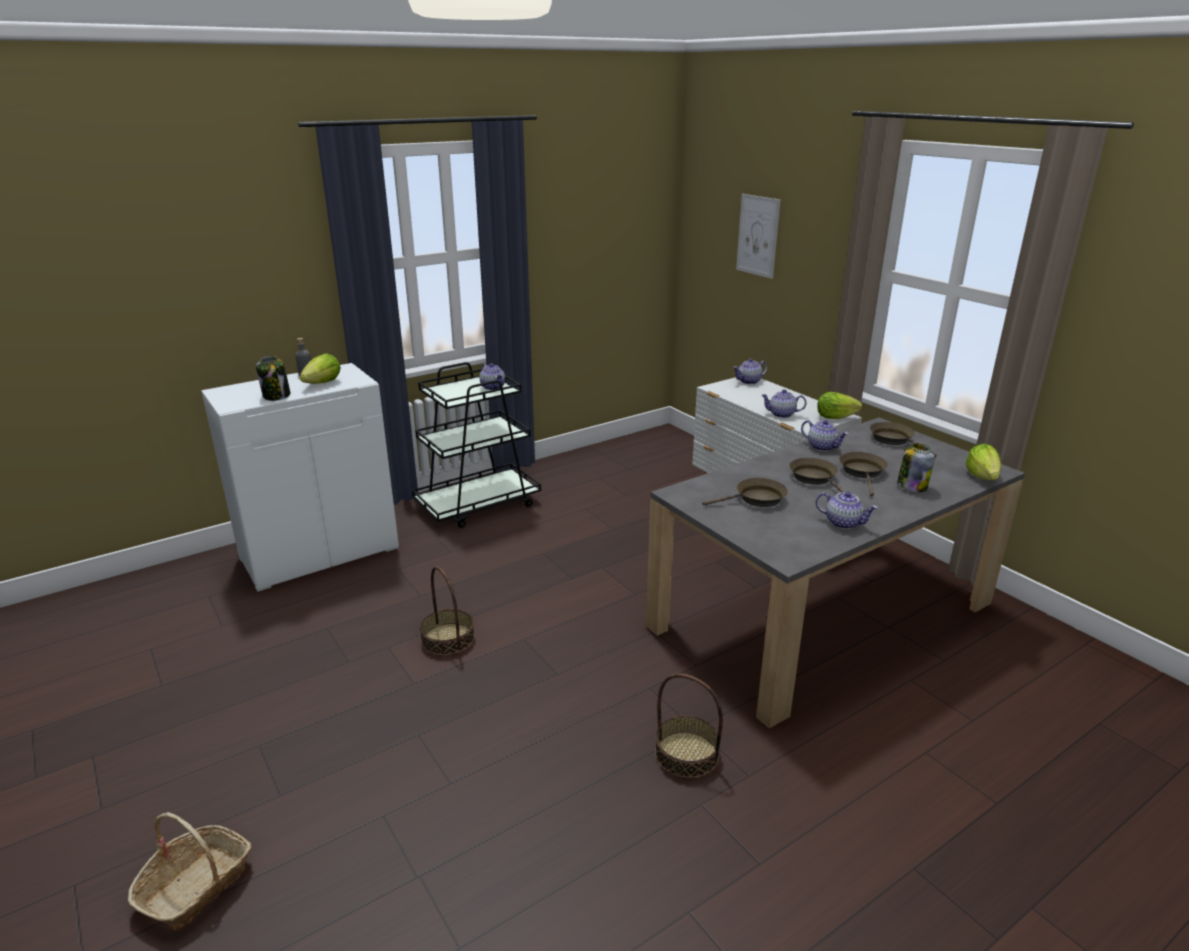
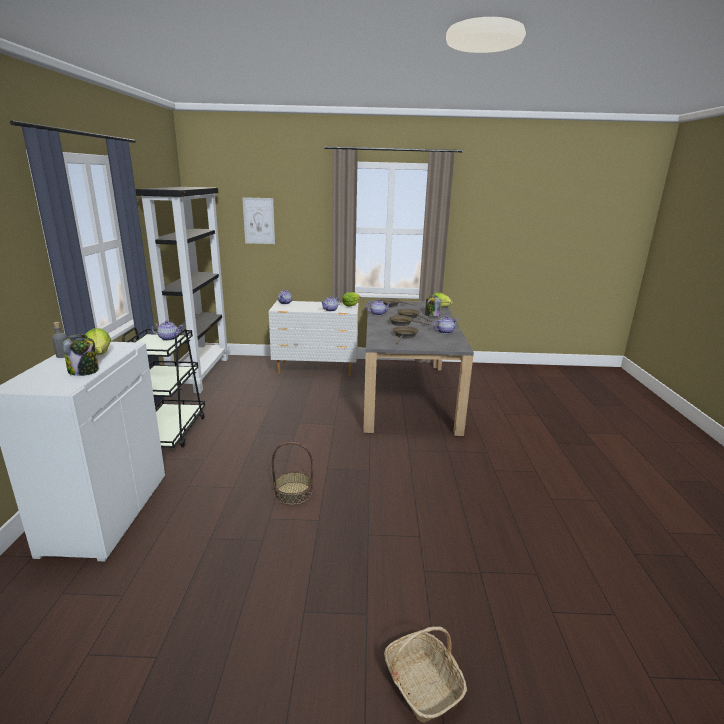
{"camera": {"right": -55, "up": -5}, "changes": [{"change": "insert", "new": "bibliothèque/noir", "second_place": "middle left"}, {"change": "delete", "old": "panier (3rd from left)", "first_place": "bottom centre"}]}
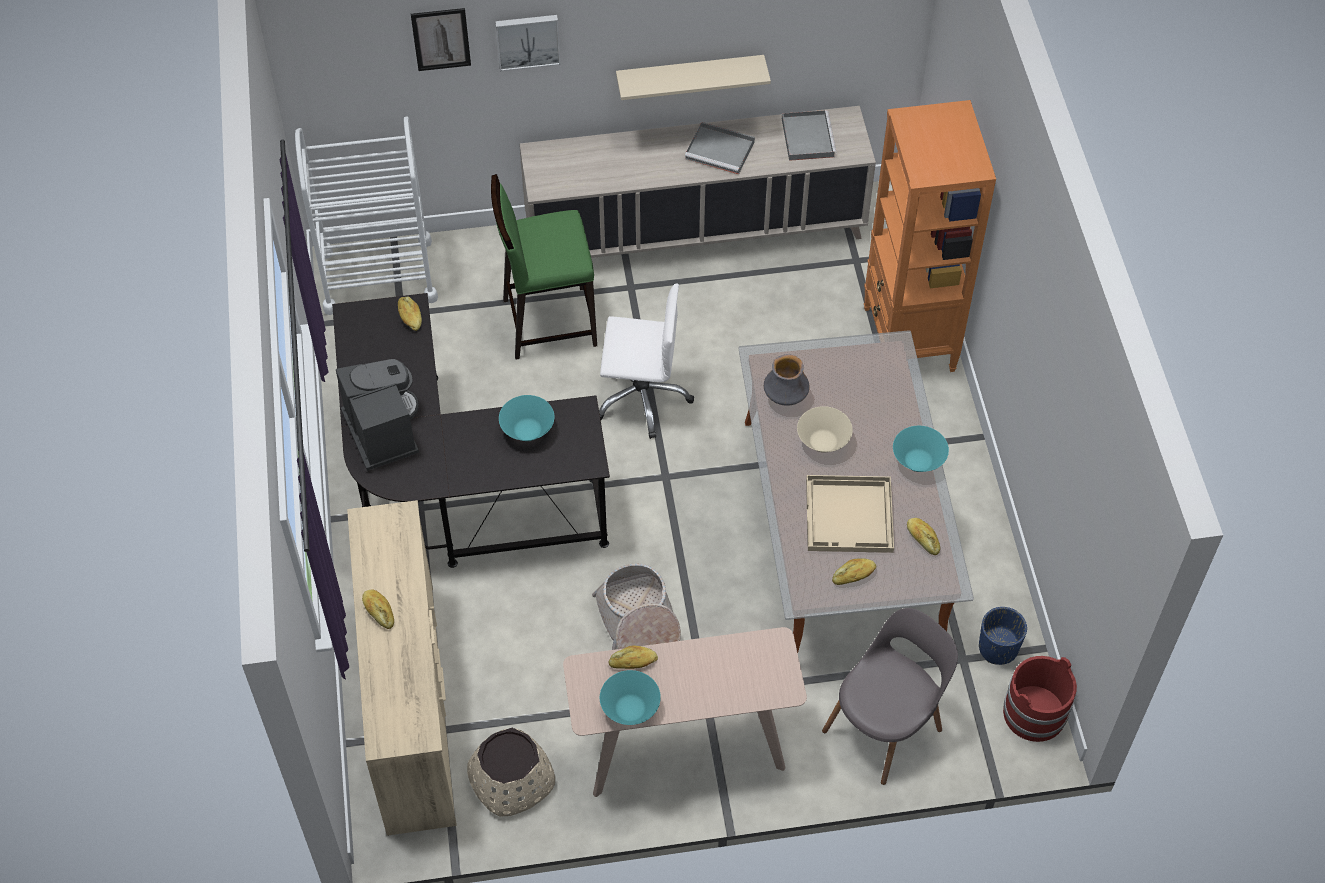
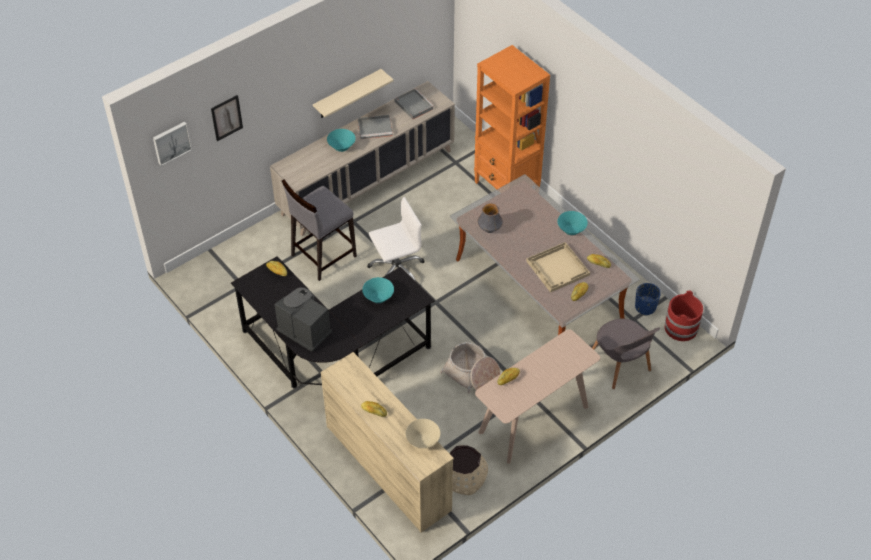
{"camera": {"right": -30, "up": -5}, "changes": [{"change": "move", "old": "tableau (2nd from left in the first image)", "new": "tableau (1st from left)", "first_place": "top centre", "second_place": "top left"}, {"change": "recolor", "old": "tabouret/vert", "new": "tabouret/gris", "first_place": "top centre", "second_place": "centre"}, {"change": "move", "old": "bol/turquoise (2nd from left in the first image)", "new": "bol/turquoise (1st from left)", "first_place": "bottom centre", "second_place": "top centre"}, {"change": "move", "old": "bol/beige", "first_place": "centre", "second_place": "bottom centre"}, {"change": "rotate", "old": "chaise/gris", "first_place": "bottom right", "second_place": "middle right", "degrees": 135}, {"change": "delete", "old": "chariot/blanc", "first_place": "top left"}]}
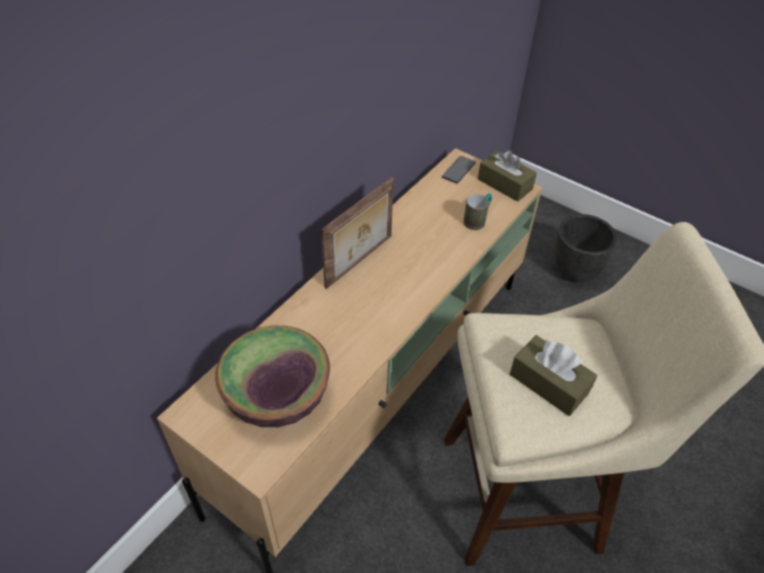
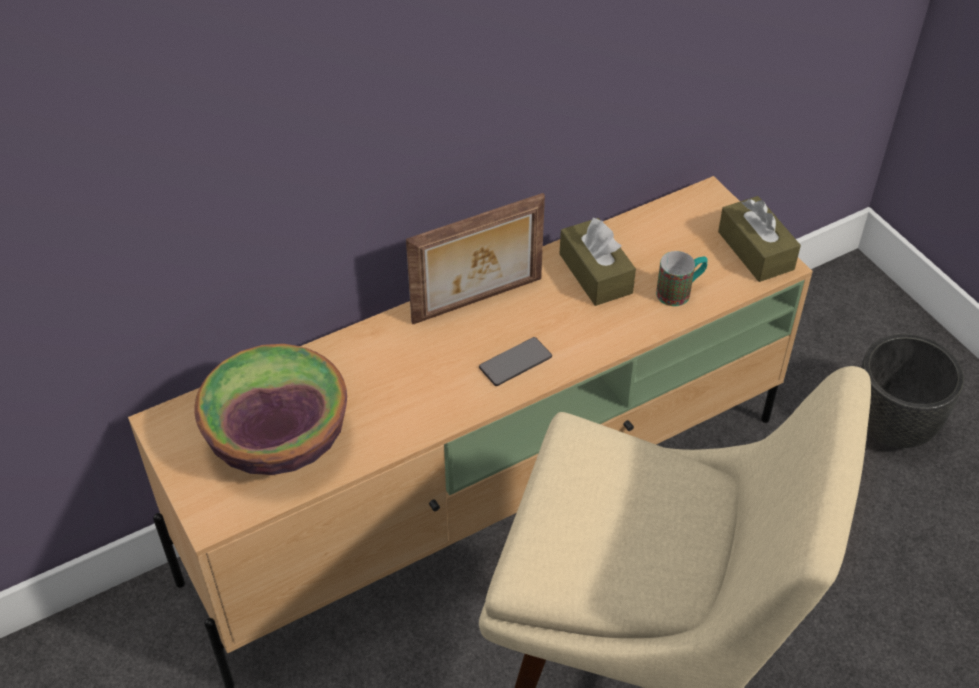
{"camera": {"right": 25, "up": 0}, "changes": [{"change": "move", "old": "téléphone", "first_place": "top centre", "second_place": "centre"}, {"change": "move", "old": "boîte à mouchoirs/marron (2nd from left in the first image)", "new": "boîte à mouchoirs/marron (1st from left)", "first_place": "middle right", "second_place": "centre"}]}
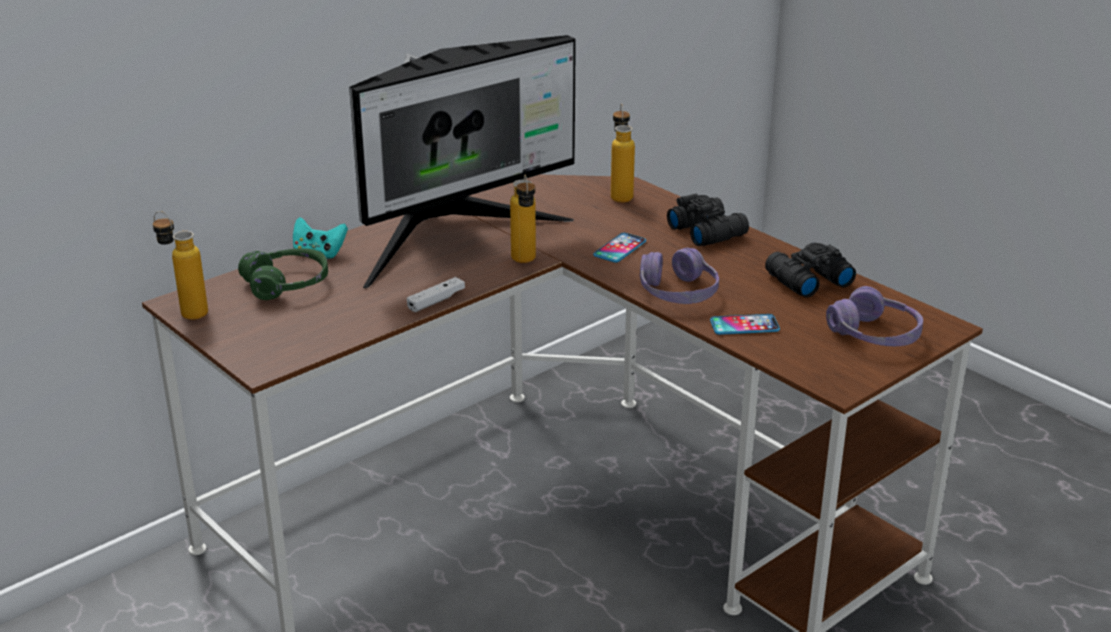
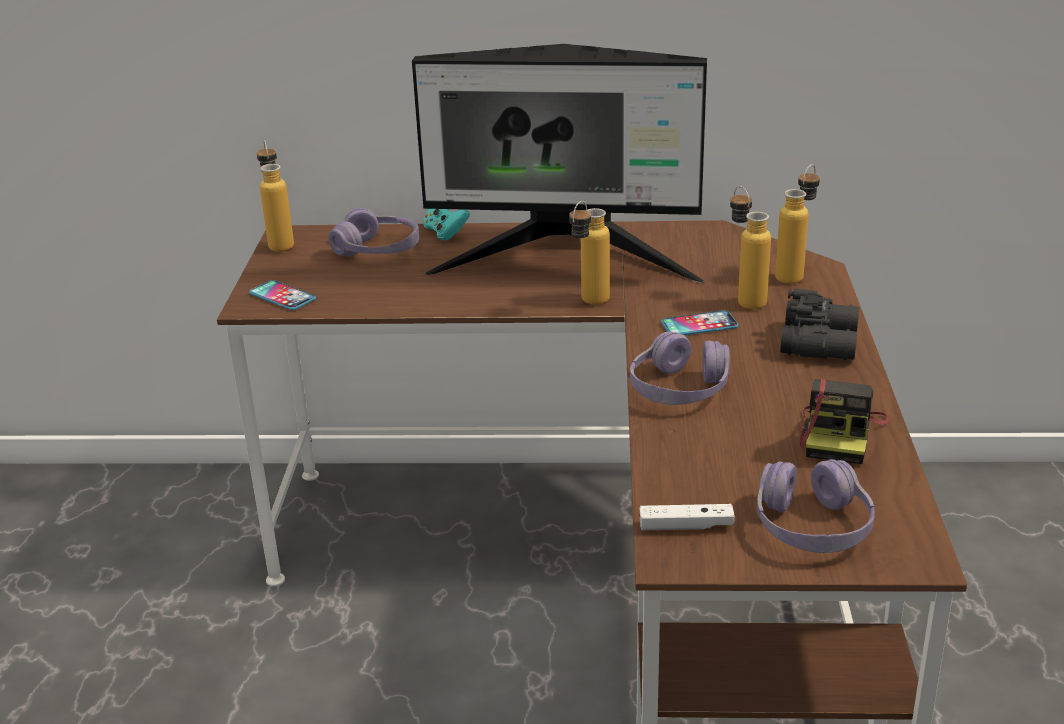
{"camera": {"right": 45, "up": 0}, "changes": [{"change": "move", "old": "téléphone (2nd from left in the first image)", "new": "téléphone (1st from left)", "first_place": "middle right", "second_place": "middle left"}, {"change": "recolor", "old": "casque audio/vert", "new": "casque audio/violet (1st from left)", "first_place": "middle left", "second_place": "top centre"}, {"change": "move", "old": "manette/blanc", "first_place": "centre", "second_place": "bottom centre"}, {"change": "insert", "new": "bouteille (3rd from left)", "second_place": "middle right"}, {"change": "replace", "old": "jumelles/noir (2nd from left)", "new": "appareil photo", "first_place": "middle right", "second_place": "middle right"}]}
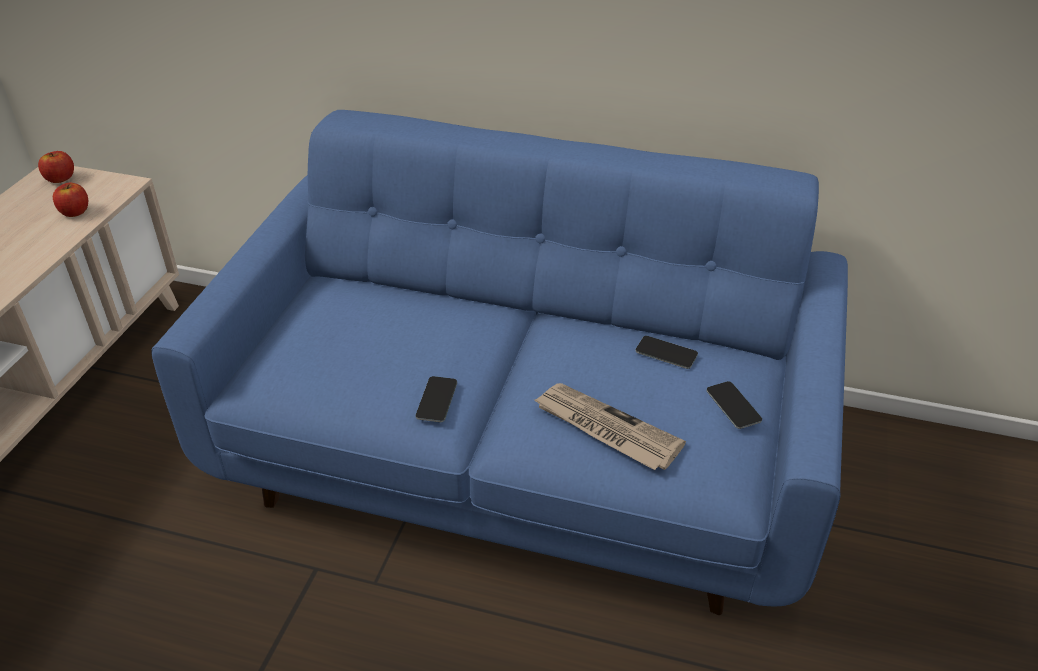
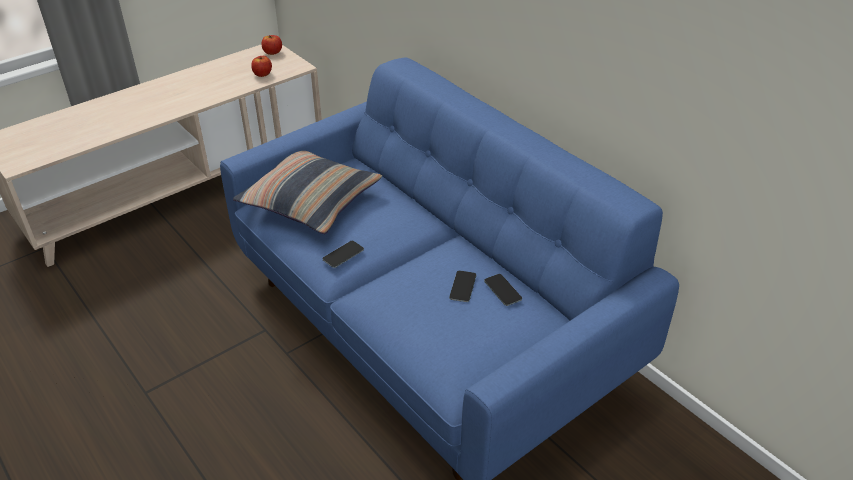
{"camera": {"right": 35, "up": 0}, "changes": [{"change": "insert", "new": "coussin", "second_place": "centre"}, {"change": "move", "old": "téléphone (3rd from left in the first image)", "new": "téléphone (2nd from left)", "first_place": "middle right", "second_place": "centre"}, {"change": "delete", "old": "journal", "first_place": "centre"}]}
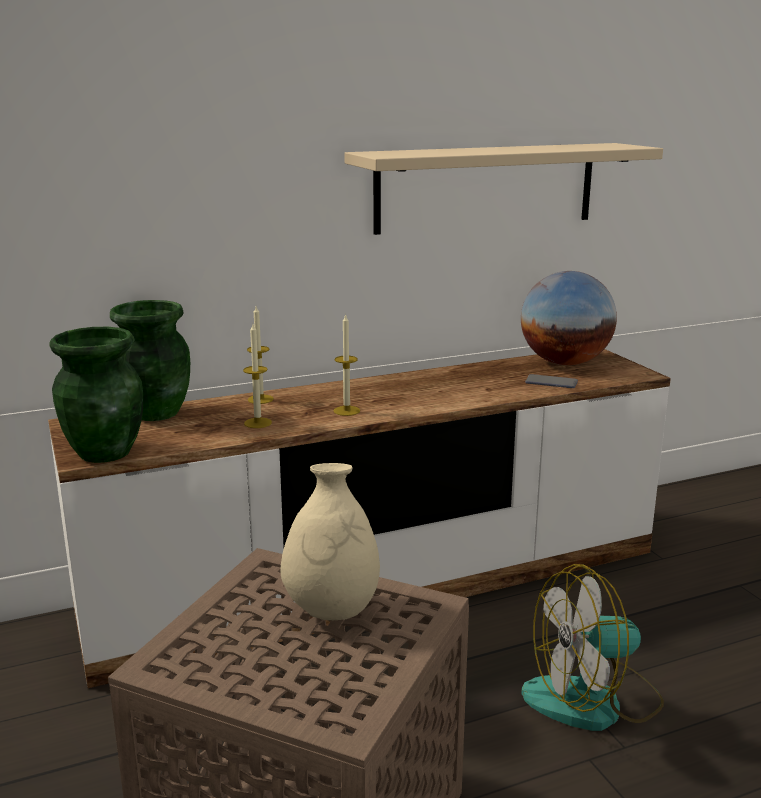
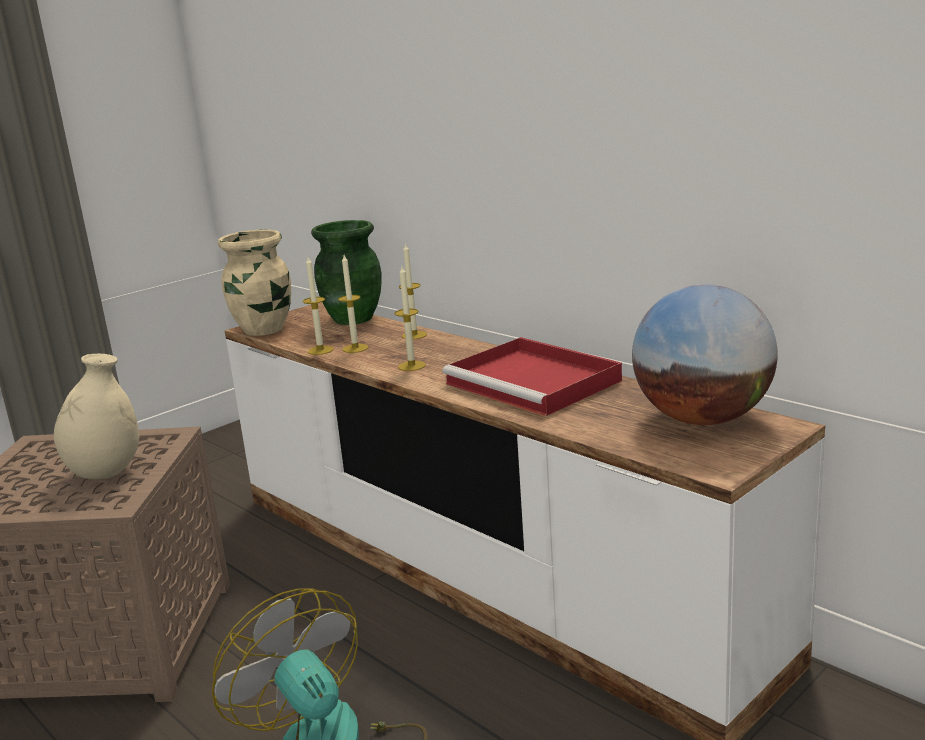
{"camera": {"right": 70, "up": 0}, "changes": [{"change": "recolor", "old": "vase/vert (1st from left)", "new": "vase/beige (2nd from left)", "first_place": "middle left", "second_place": "middle left"}, {"change": "insert", "new": "bougie (1st from left)", "second_place": "centre"}, {"change": "insert", "new": "plateau/rouge", "second_place": "centre"}, {"change": "delete", "old": "étagère/beige", "first_place": "top centre"}, {"change": "delete", "old": "téléphone", "first_place": "middle right"}]}
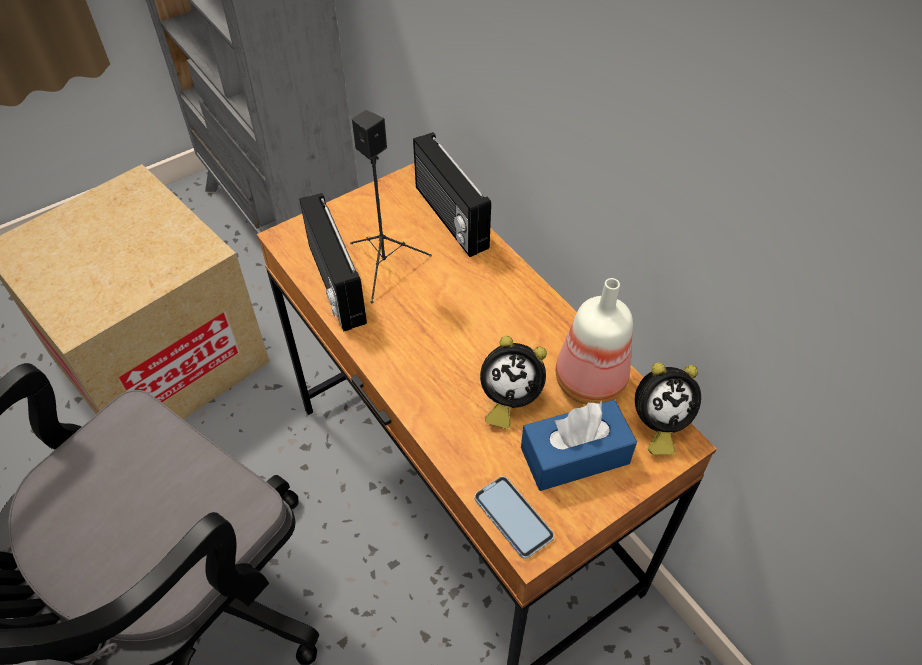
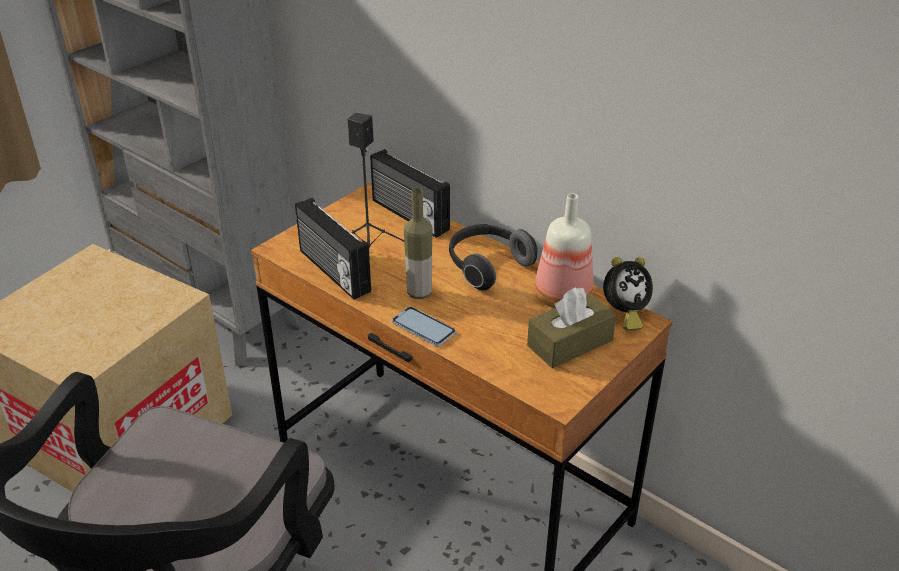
{"camera": {"right": -15, "up": -15}, "changes": [{"change": "move", "old": "téléphone", "first_place": "bottom centre", "second_place": "centre"}, {"change": "insert", "new": "bouteille (1st from left)", "second_place": "centre"}, {"change": "insert", "new": "casque audio", "second_place": "centre"}, {"change": "recolor", "old": "boîte à mouchoirs/bleu", "new": "boîte à mouchoirs/marron", "first_place": "bottom centre", "second_place": "centre"}, {"change": "delete", "old": "réveil (1st from left)", "first_place": "centre"}]}
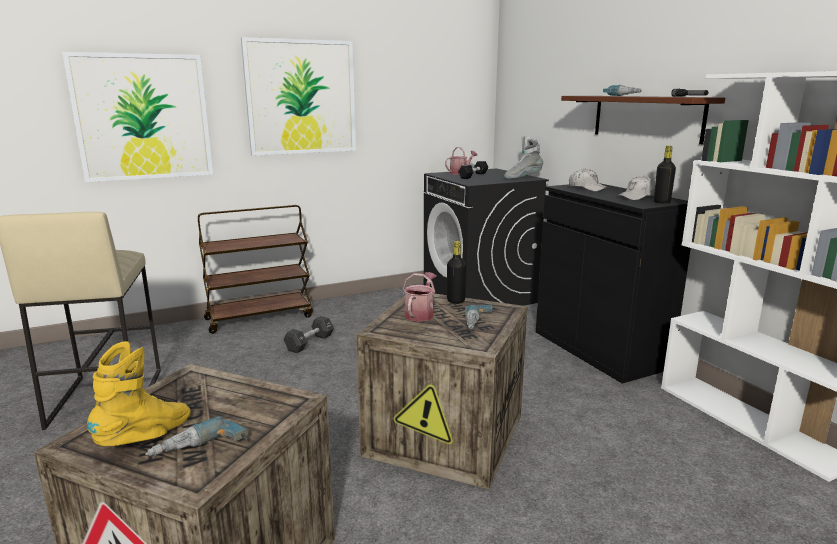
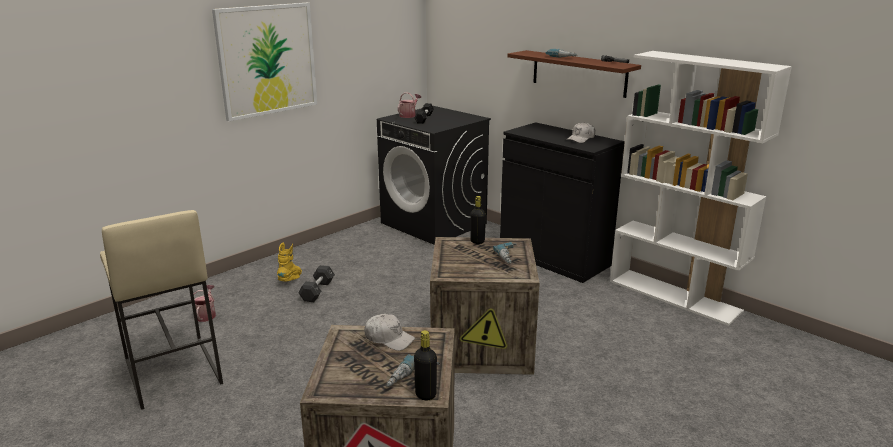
{"camera": {"right": -20, "up": 5}, "changes": [{"change": "move", "old": "arrosoir (1st from left)", "first_place": "centre", "second_place": "bottom left"}, {"change": "move", "old": "botte/jaune", "first_place": "bottom left", "second_place": "middle left"}, {"change": "move", "old": "casquette/blanc (1st from left)", "first_place": "top right", "second_place": "bottom centre"}, {"change": "move", "old": "bouteille/noir (2nd from left in the first image)", "new": "bouteille/noir (1st from left)", "first_place": "top right", "second_place": "bottom centre"}, {"change": "delete", "old": "tableau (1st from left)", "first_place": "top left"}, {"change": "delete", "old": "chariot/marron", "first_place": "middle left"}, {"change": "delete", "old": "botte/gris", "first_place": "top centre"}]}
